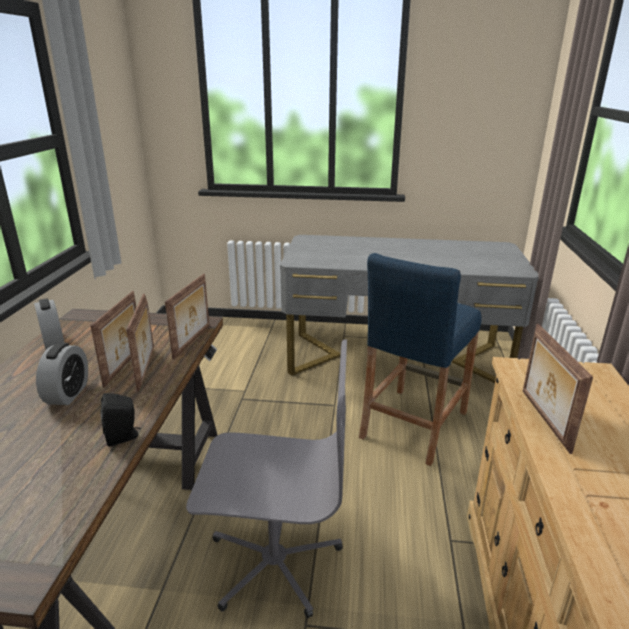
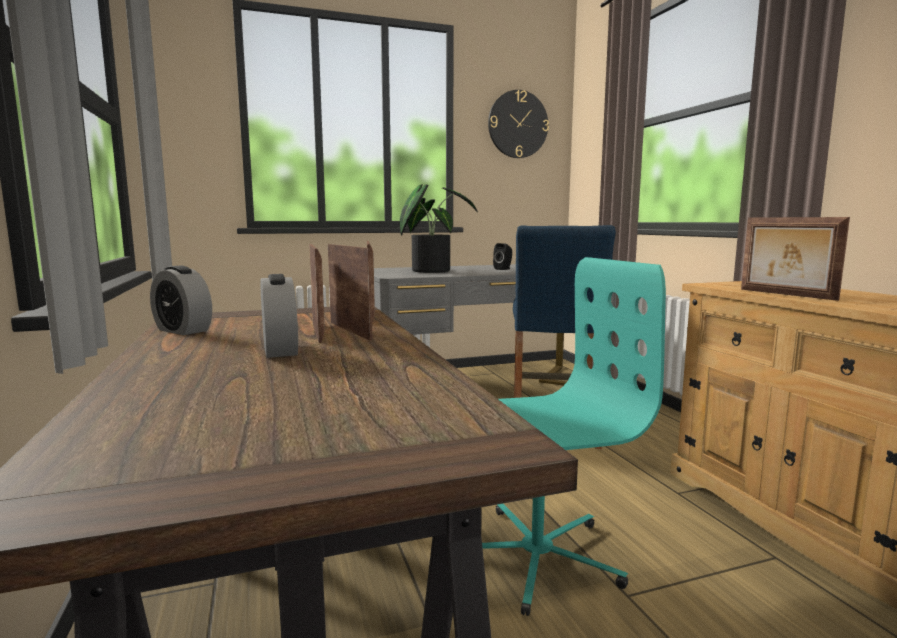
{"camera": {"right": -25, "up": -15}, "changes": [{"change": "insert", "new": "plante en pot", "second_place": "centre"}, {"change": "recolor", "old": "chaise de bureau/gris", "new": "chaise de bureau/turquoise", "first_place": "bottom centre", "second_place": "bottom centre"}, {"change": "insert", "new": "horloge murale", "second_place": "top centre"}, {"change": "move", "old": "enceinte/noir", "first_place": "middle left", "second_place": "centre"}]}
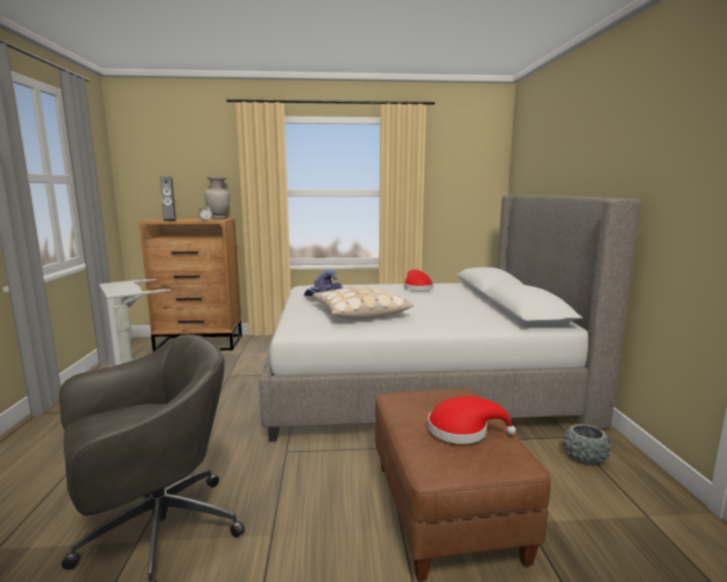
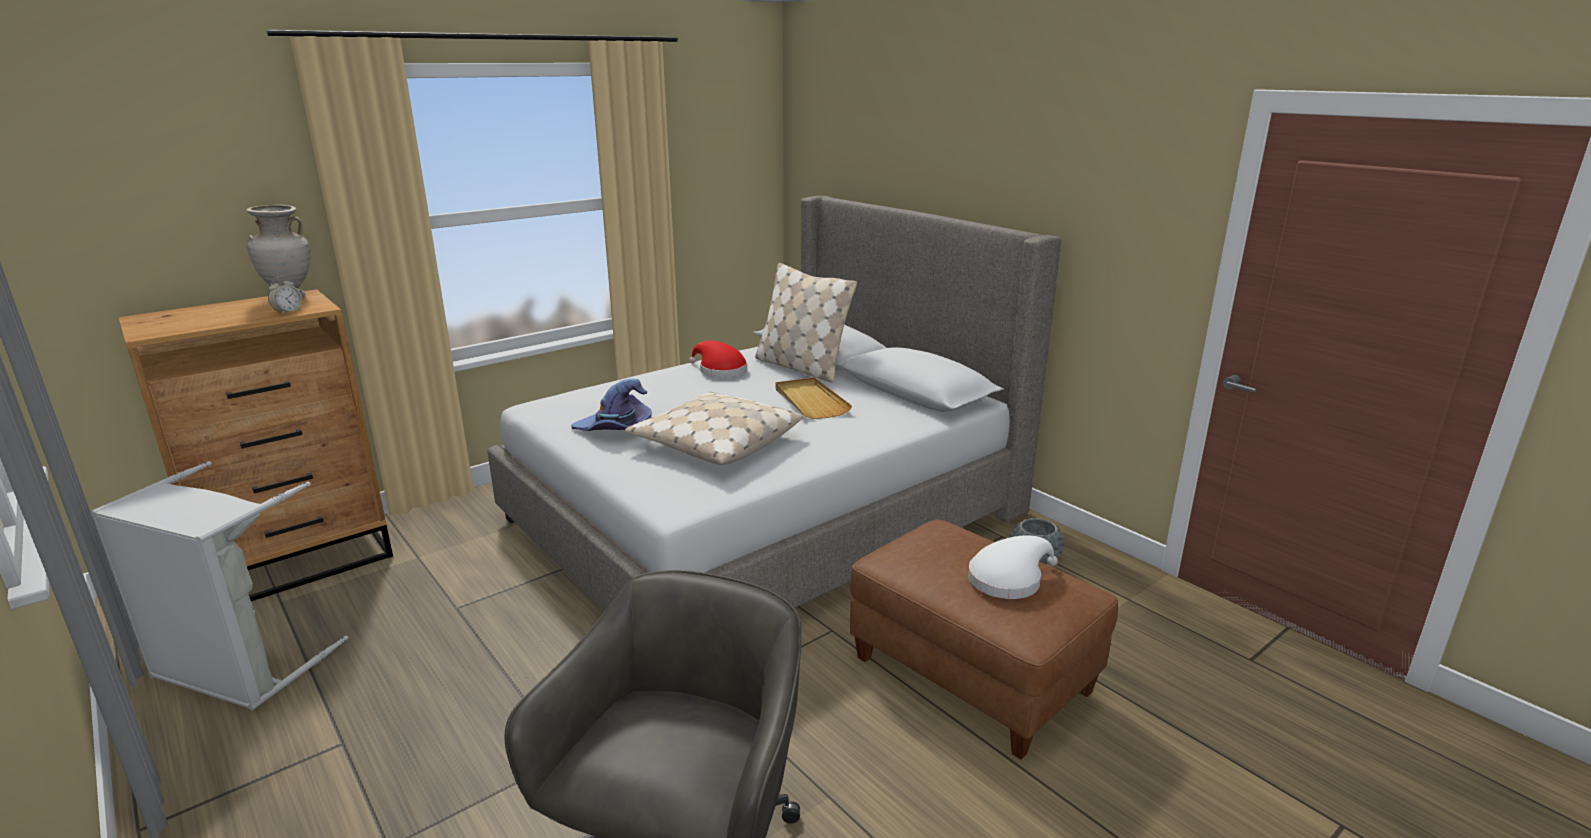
{"camera": {"right": -35, "up": 10}, "changes": [{"change": "insert", "new": "coussin/beige (2nd from left)", "second_place": "centre"}, {"change": "insert", "new": "plateau/beige", "second_place": "centre"}, {"change": "recolor", "old": "chapeau/rouge (2nd from left)", "new": "chapeau/blanc", "first_place": "bottom centre", "second_place": "bottom centre"}, {"change": "delete", "old": "enceinte", "first_place": "middle left"}]}
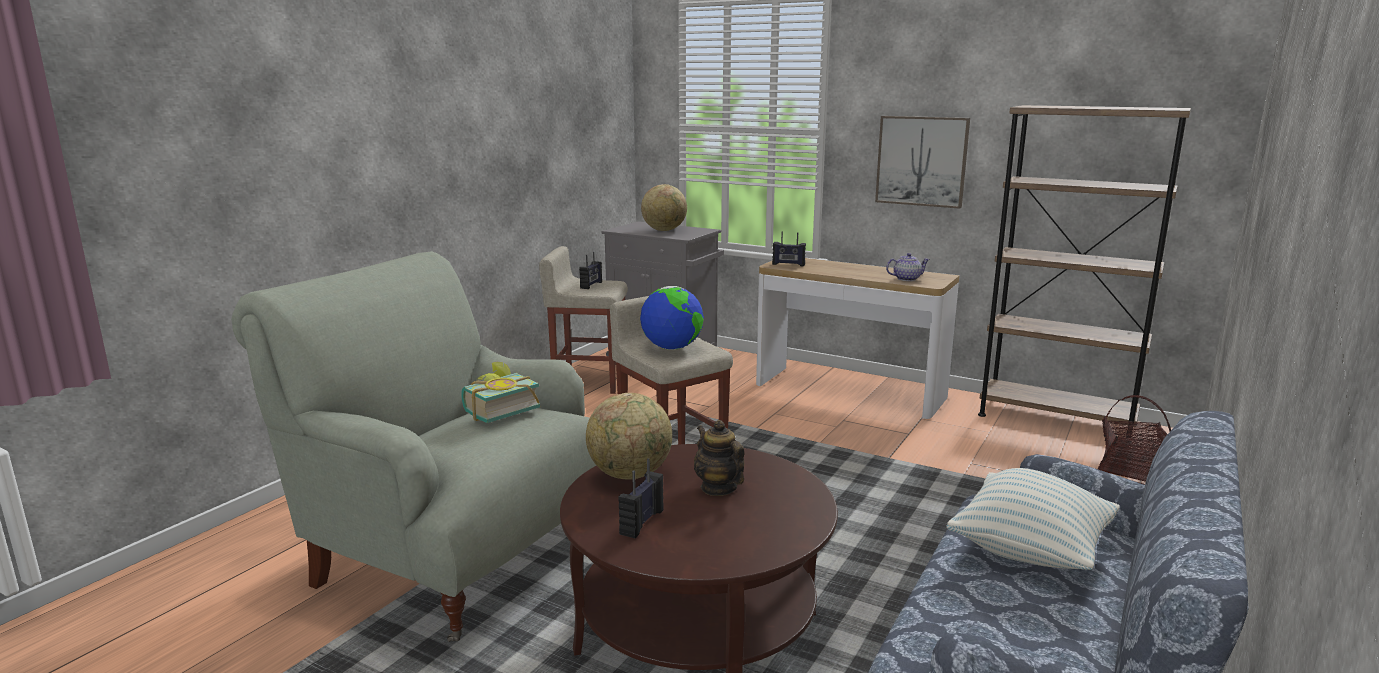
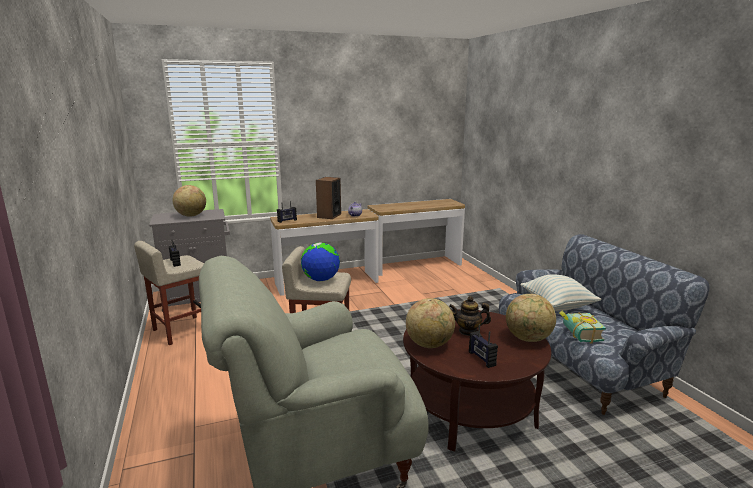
{"camera": {"right": -50, "up": 0}, "changes": [{"change": "insert", "new": "enceinte", "second_place": "centre"}, {"change": "replace", "old": "bibliothèque/marron", "new": "table console (2nd from left)", "first_place": "middle right", "second_place": "centre"}, {"change": "insert", "new": "globe (4th from left)", "second_place": "middle right"}, {"change": "move", "old": "livre", "first_place": "centre", "second_place": "bottom right"}, {"change": "delete", "old": "tableau", "first_place": "top right"}, {"change": "delete", "old": "panier", "first_place": "middle right"}]}
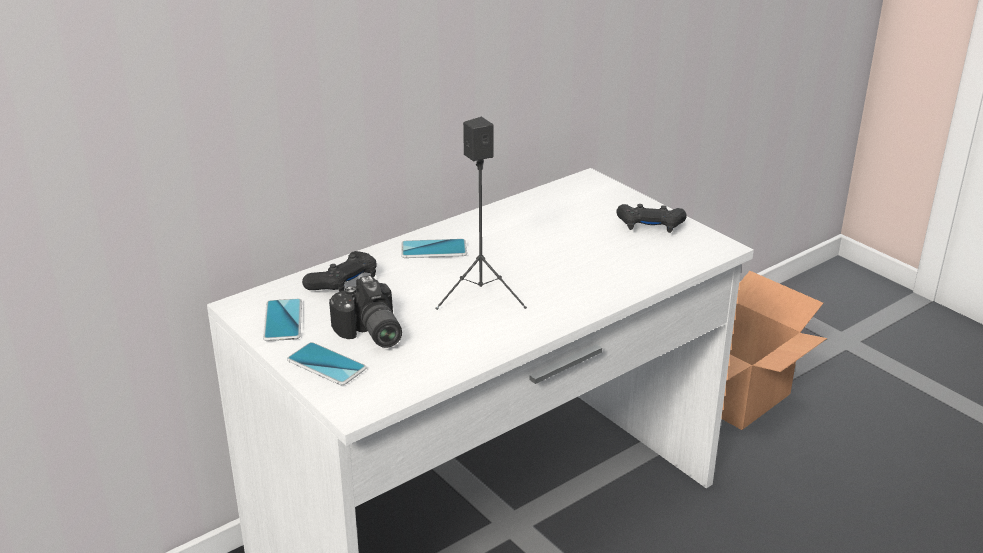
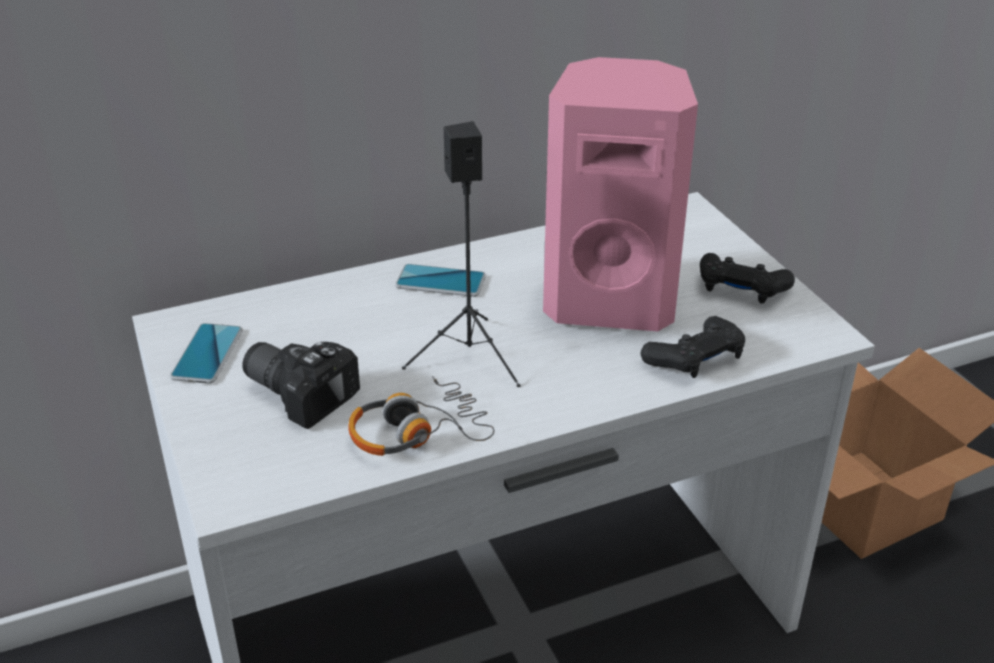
{"camera": {"right": 15, "up": 5}, "changes": [{"change": "rotate", "old": "appareil photo", "first_place": "centre", "second_place": "middle left", "degrees": 135}, {"change": "insert", "new": "casque audio", "second_place": "centre"}, {"change": "insert", "new": "enceinte/rose", "second_place": "top centre"}, {"change": "move", "old": "manette/noir (1st from left)", "first_place": "centre", "second_place": "middle right"}, {"change": "delete", "old": "téléphone (2nd from left)", "first_place": "middle left"}]}
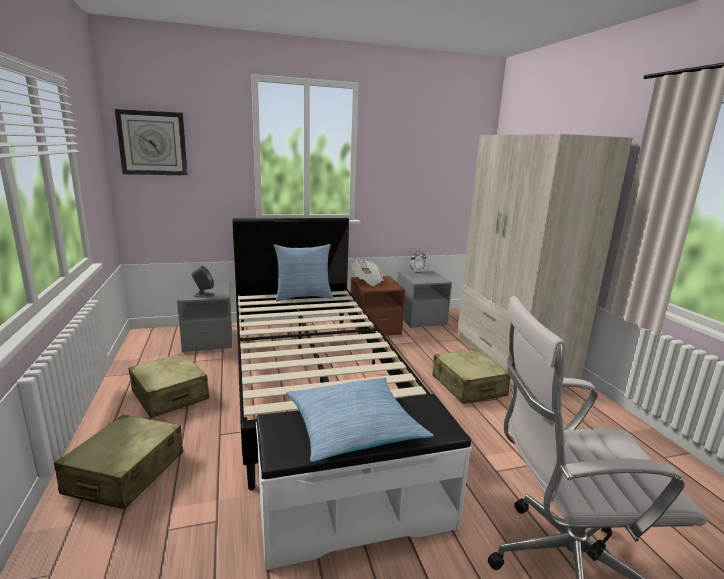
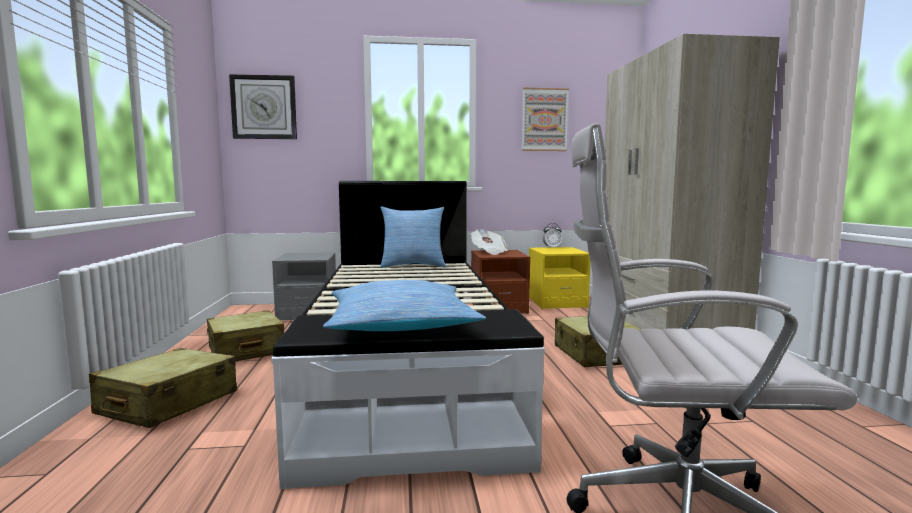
{"camera": {"right": 10, "up": -10}, "changes": [{"change": "insert", "new": "tableau", "second_place": "top centre"}, {"change": "recolor", "old": "table de chevet/gris (2nd from left)", "new": "table de chevet/jaune", "first_place": "centre", "second_place": "centre"}, {"change": "delete", "old": "enceinte/gris", "first_place": "middle left"}]}
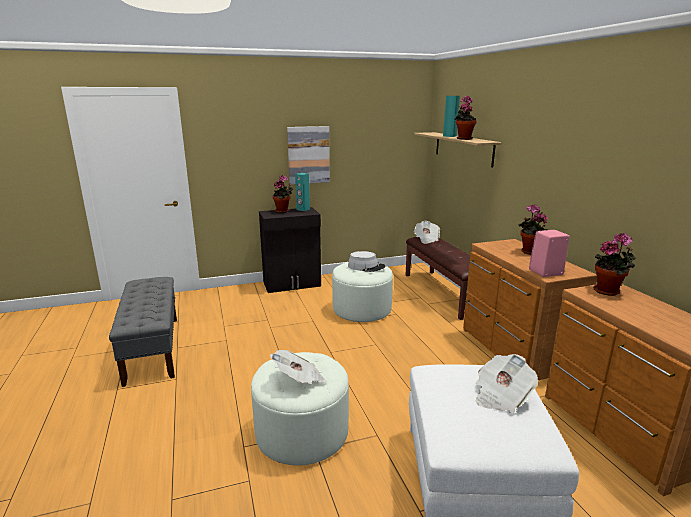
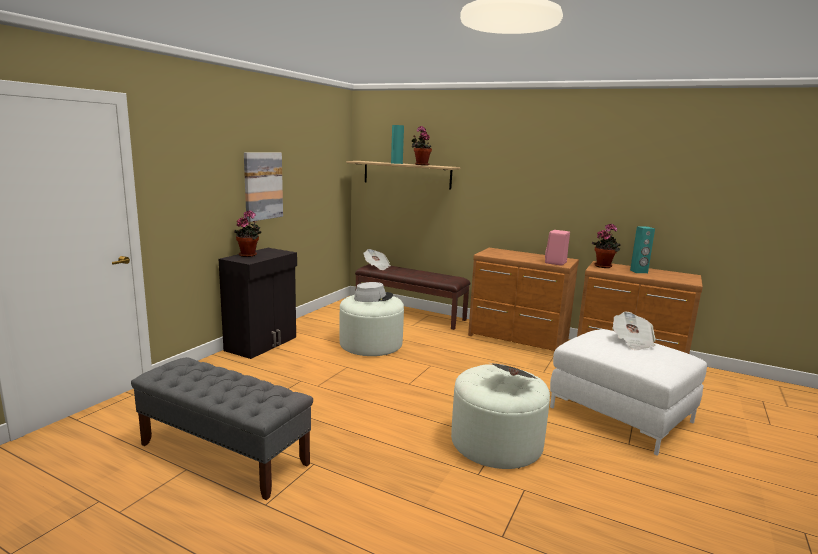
{"camera": {"right": -45, "up": -5}, "changes": [{"change": "move", "old": "enceinte/turquoise (1st from left in the first image)", "new": "enceinte/turquoise (2nd from left)", "first_place": "centre", "second_place": "middle right"}, {"change": "delete", "old": "plante en pot (3rd from left)", "first_place": "middle right"}]}
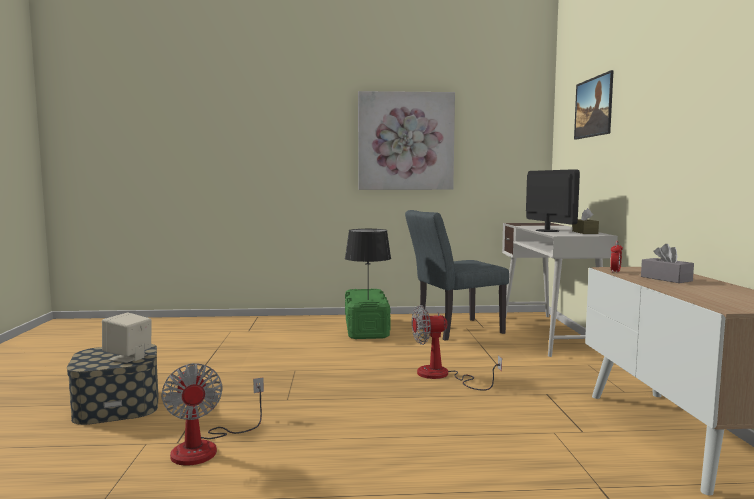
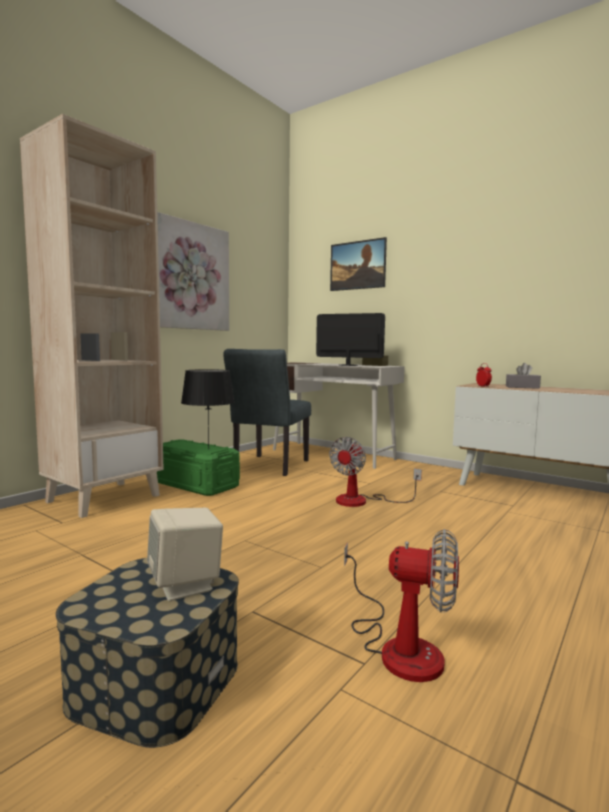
{"camera": {"right": -50, "up": 0}, "changes": [{"change": "insert", "new": "bibliothèque/beige", "second_place": "middle left"}]}
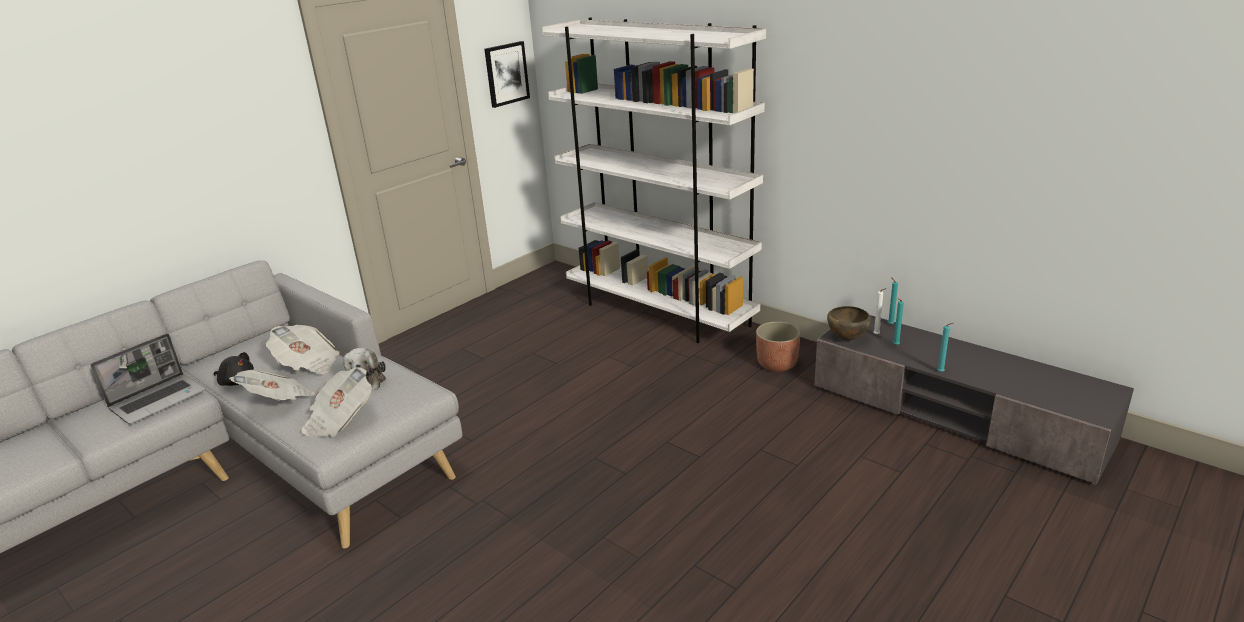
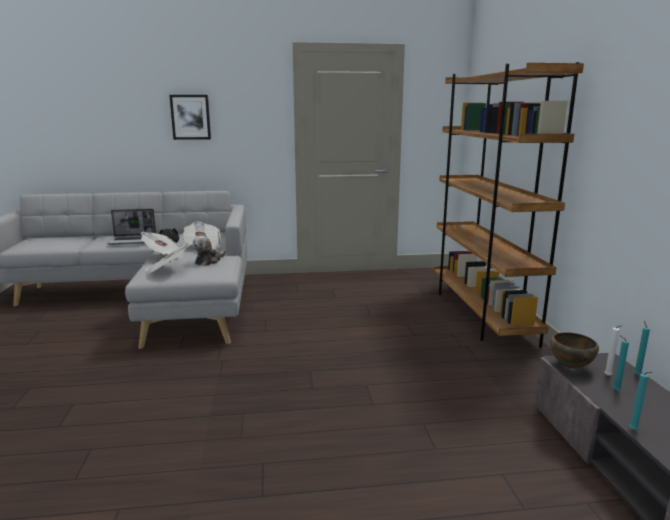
{"camera": {"right": 40, "up": -10}, "changes": [{"change": "move", "old": "tableau", "first_place": "top centre", "second_place": "top left"}, {"change": "recolor", "old": "bibliothèque/blanc", "new": "bibliothèque/marron", "first_place": "top centre", "second_place": "middle right"}, {"change": "delete", "old": "cache-pot", "first_place": "centre"}]}
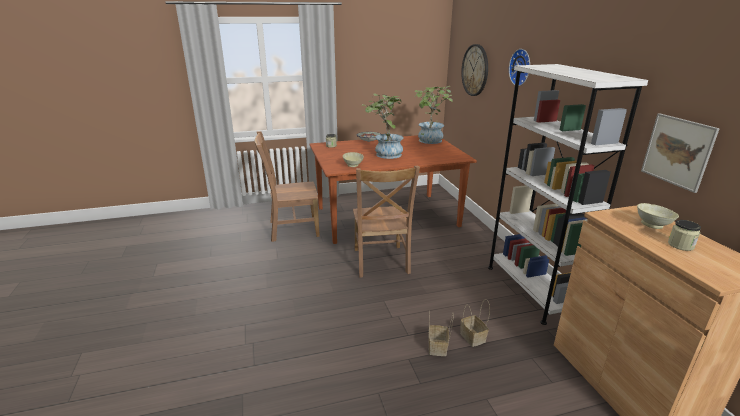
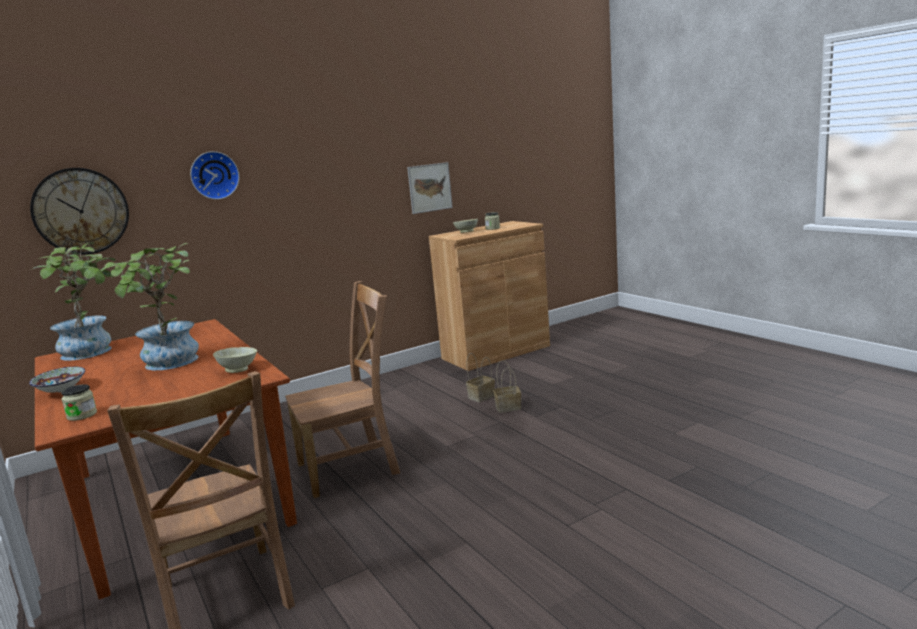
{"camera": {"right": -105, "up": -10}, "changes": [{"change": "delete", "old": "bibliothèque/blanc", "first_place": "middle right"}]}
